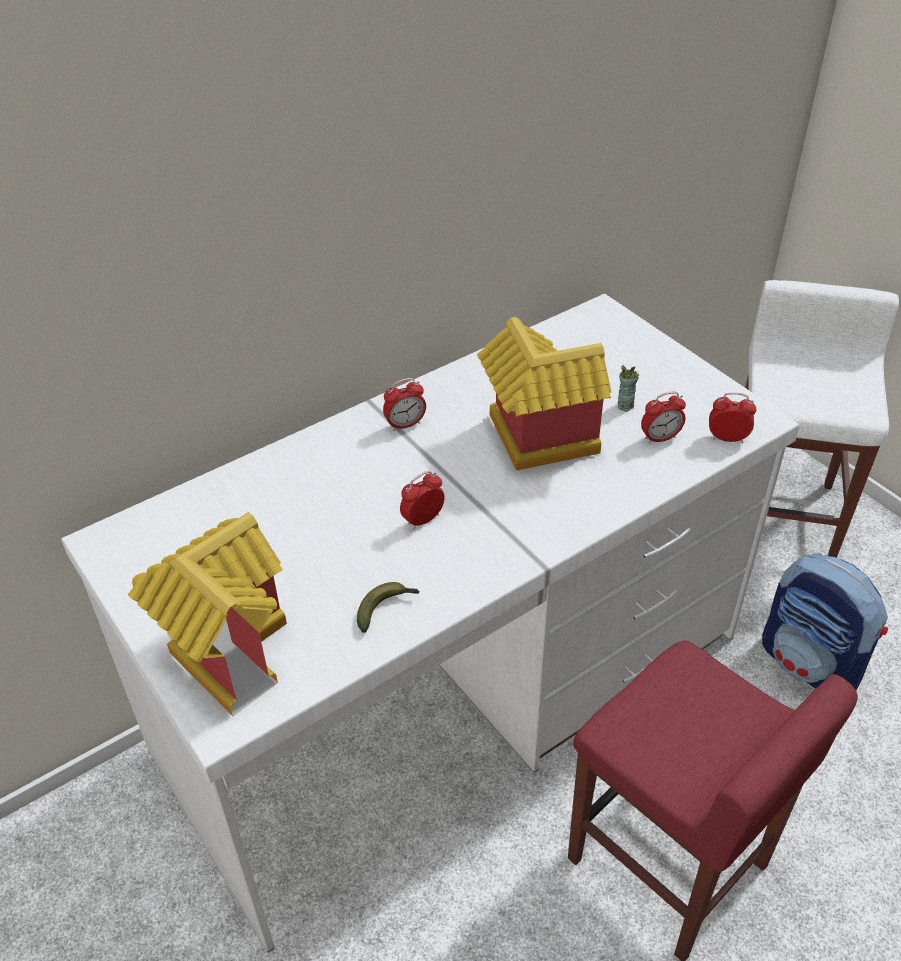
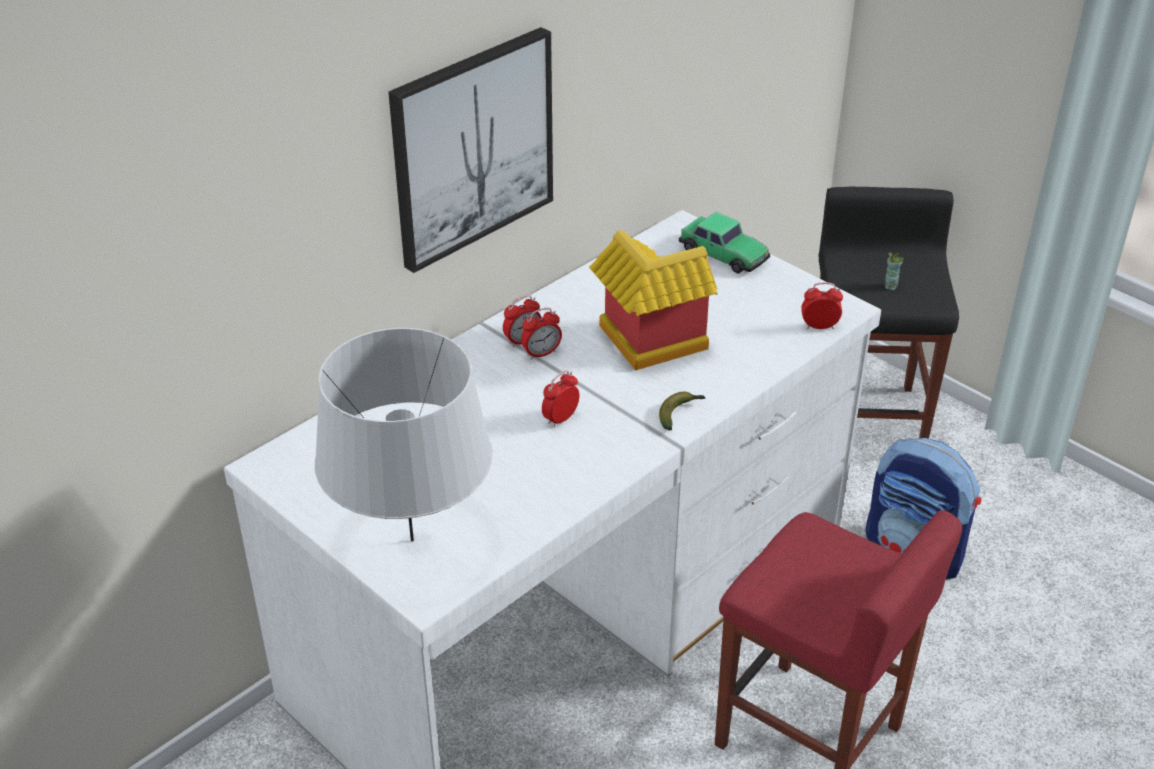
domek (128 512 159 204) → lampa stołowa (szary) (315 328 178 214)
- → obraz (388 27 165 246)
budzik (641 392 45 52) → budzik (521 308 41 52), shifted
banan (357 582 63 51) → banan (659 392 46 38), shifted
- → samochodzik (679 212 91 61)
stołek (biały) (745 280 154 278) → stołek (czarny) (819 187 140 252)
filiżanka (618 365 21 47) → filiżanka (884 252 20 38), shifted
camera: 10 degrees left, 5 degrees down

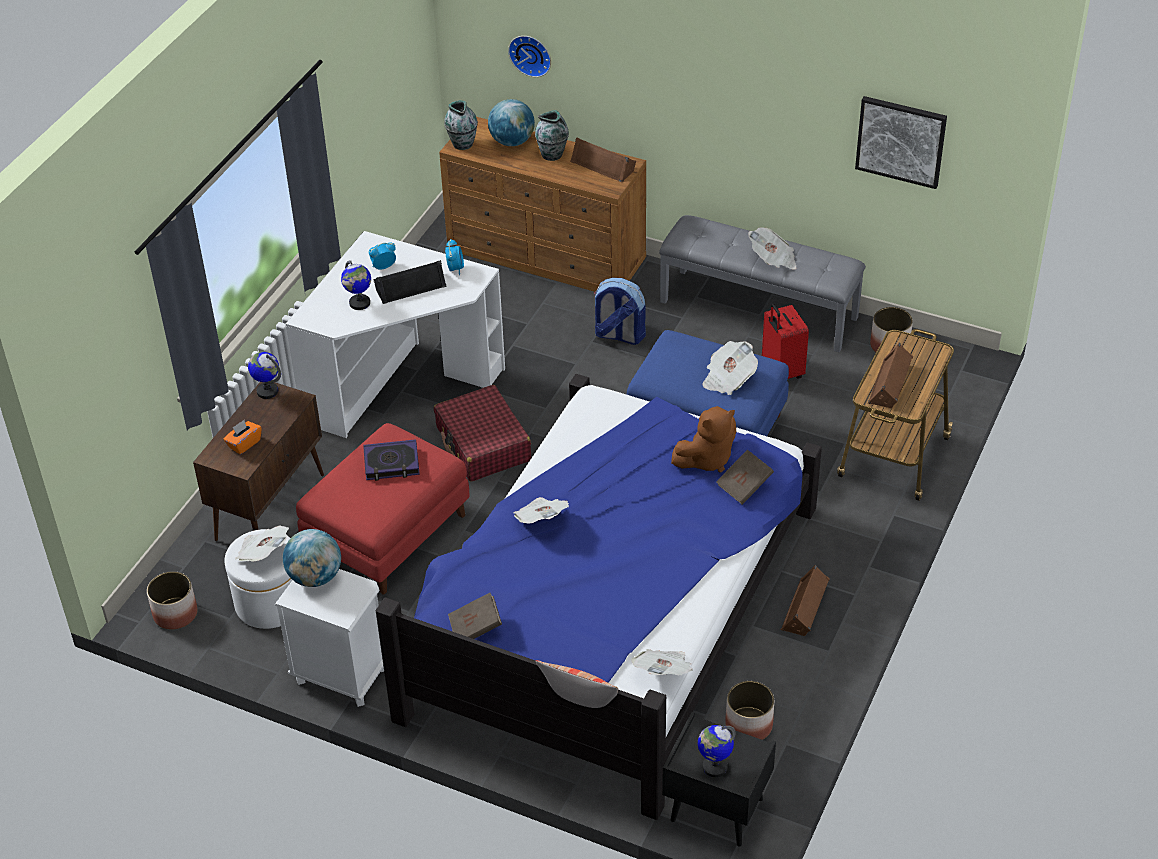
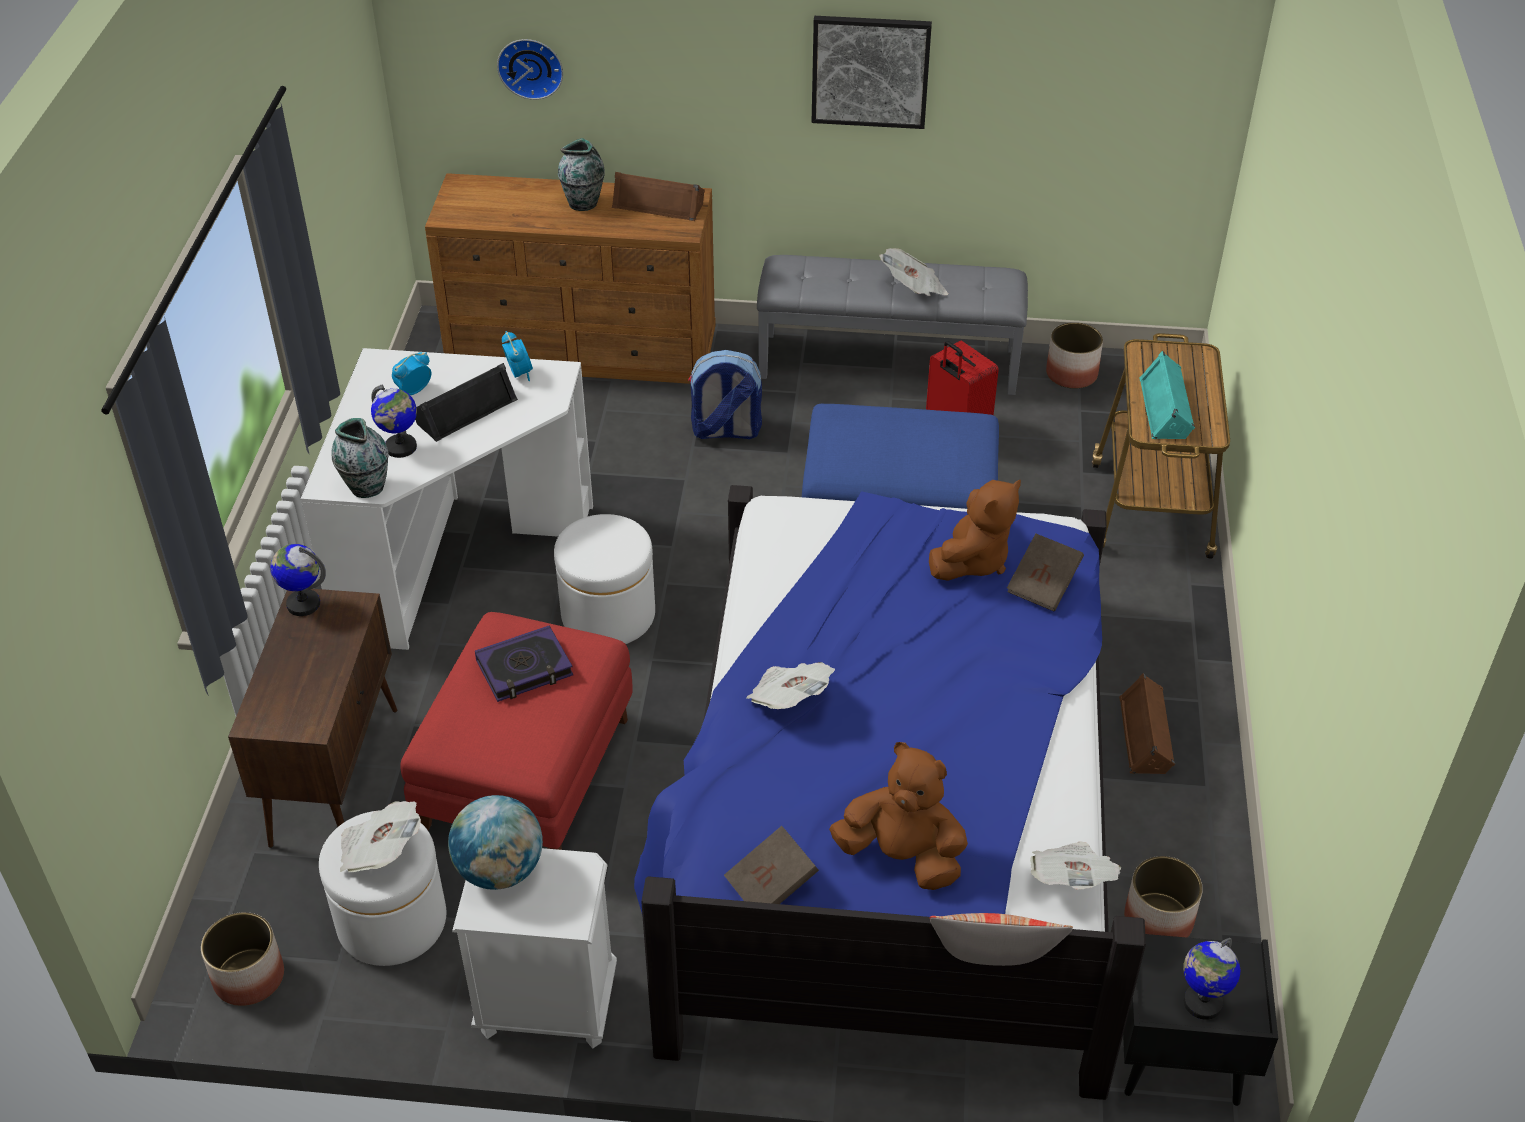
wazon (444 100 34 50) → wazon (331 418 58 80), shifted
walizka (czerwony) (434 385 97 97) → pufa (biały) (554 514 101 130)
obraz (855 96 92 93) → obraz (811 16 121 113), shifted
- → pluszak (brązowy) (829 742 139 148)
głośnik (brązowy) (868 343 45 65) → głośnik (turkusowy) (1139 351 56 88)
pudełko chusteczek (pomarańczowy) (224 420 38 34) → -
globus (488 99 47 47) → -
gazeta (702 341 56 54) → -
camera: 20 degrees left, 0 degrees up

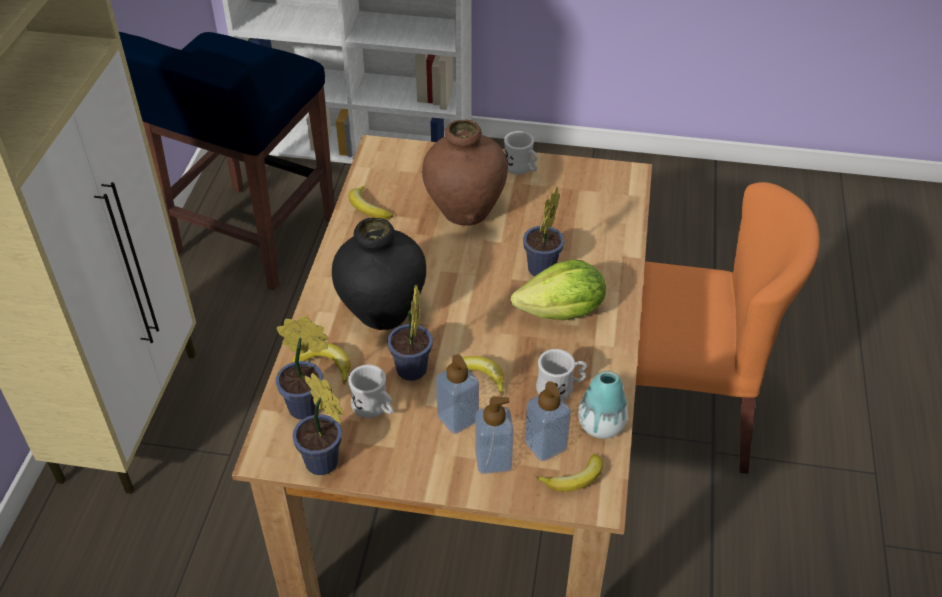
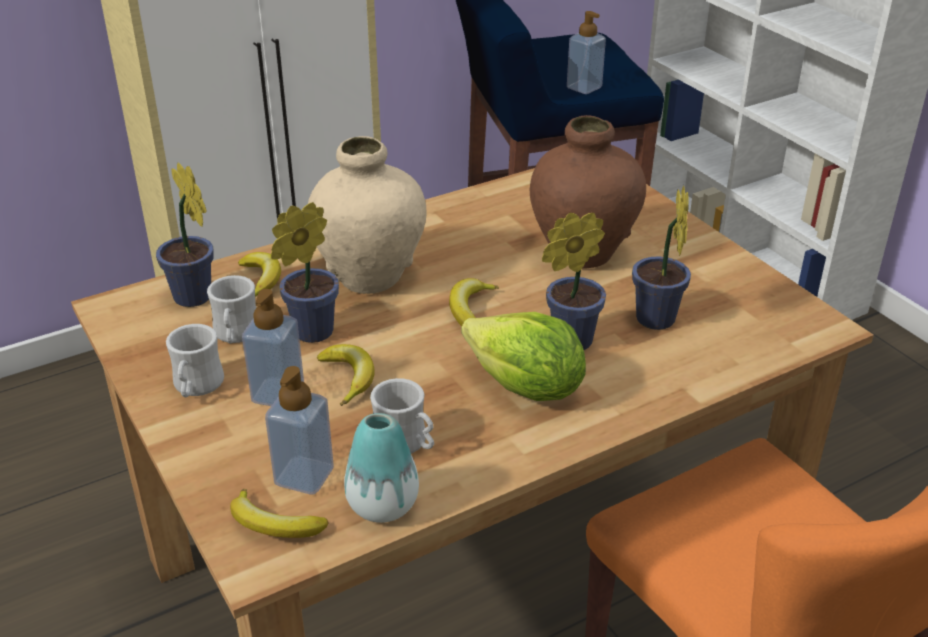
kubek (biały) (504 131 34 44) → kubek (biały) (166 324 58 73), shifted
wazon (czarny) (332 218 94 112) → wazon (beżowy) (308 136 118 158)
banan (349 186 44 33) → banan (449 278 50 48), shifted
dozownik mydła (475 396 39 78) → dozownik mydła (567 11 39 83), shifted
roślina doniczkowa (292 373 52 102) → roślina doniczkowa (632 185 59 145), shifted
camera: 50 degrees right, 10 degrees down

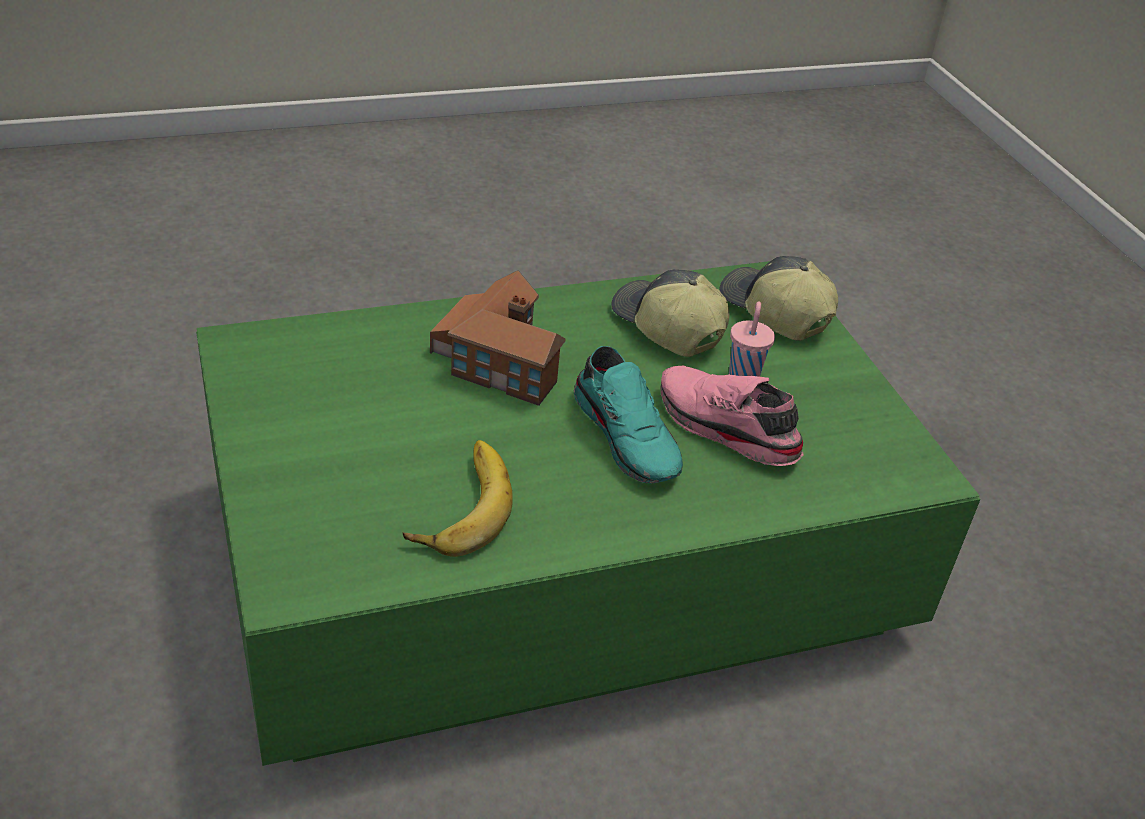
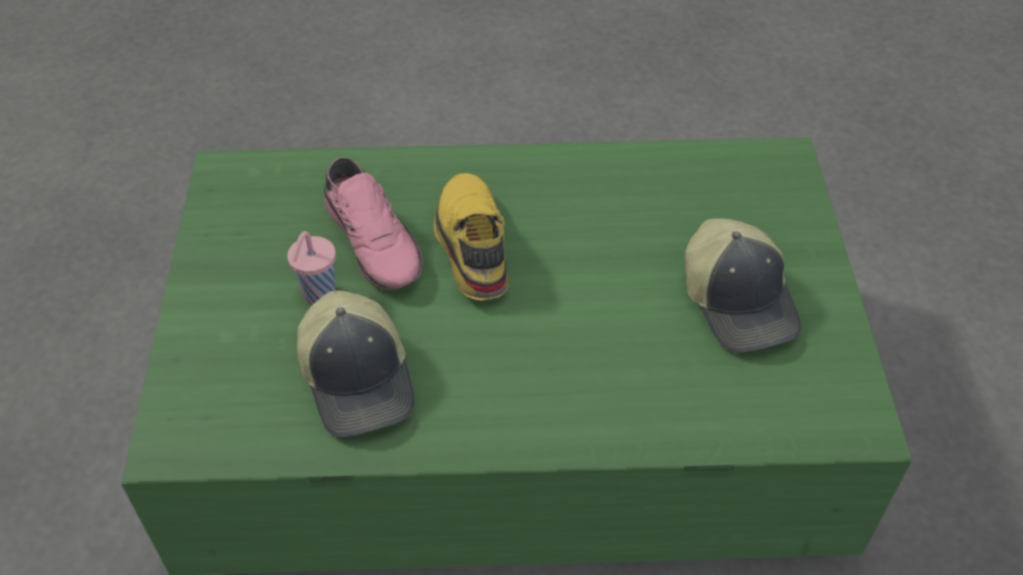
but (turkusowy) (574 346 109 138) → but (żółty) (434 173 75 128)
czapka z daszkiem (719 256 119 85) → czapka z daszkiem (685 218 116 135), shifted
banan (403 440 110 117) → -
domek (430 270 135 136) → -
camera: 160 degrees left, 10 degrees up

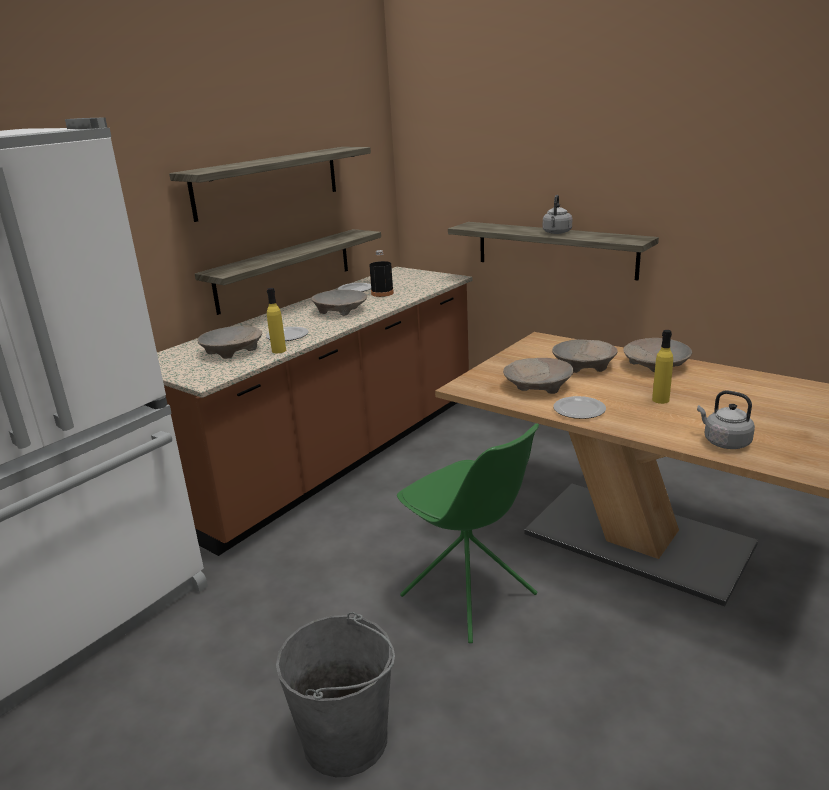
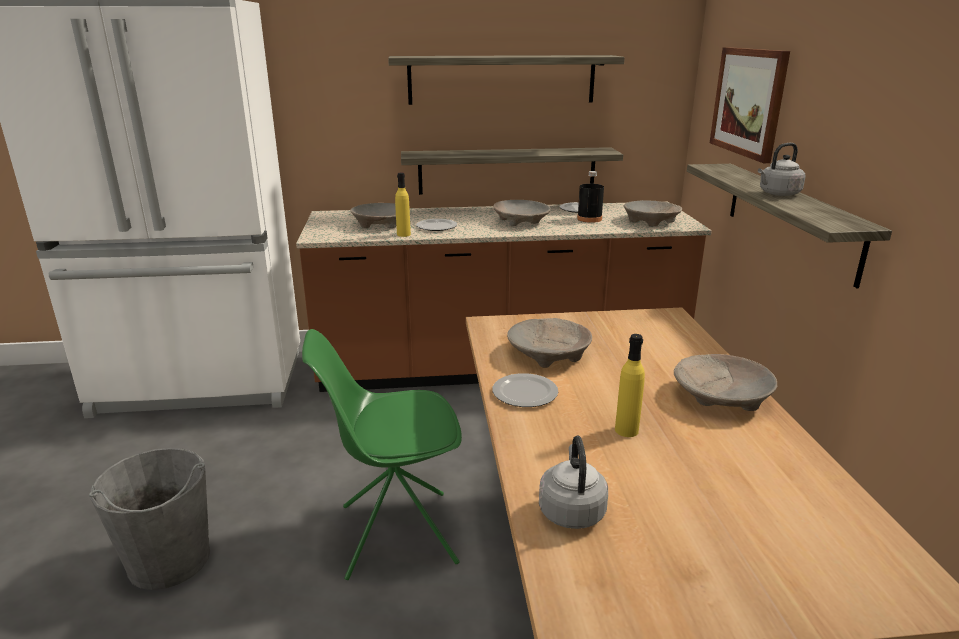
krzesło (zielony) (397 423 142 220) → krzesło (zielony) (302 329 160 251), 75 degrees clockwise
miska (beżowy) (552 339 66 34) → miska (beżowy) (624 200 58 26), shifted
- → obraz (710 47 80 116)
camera: 45 degrees right, 0 degrees up

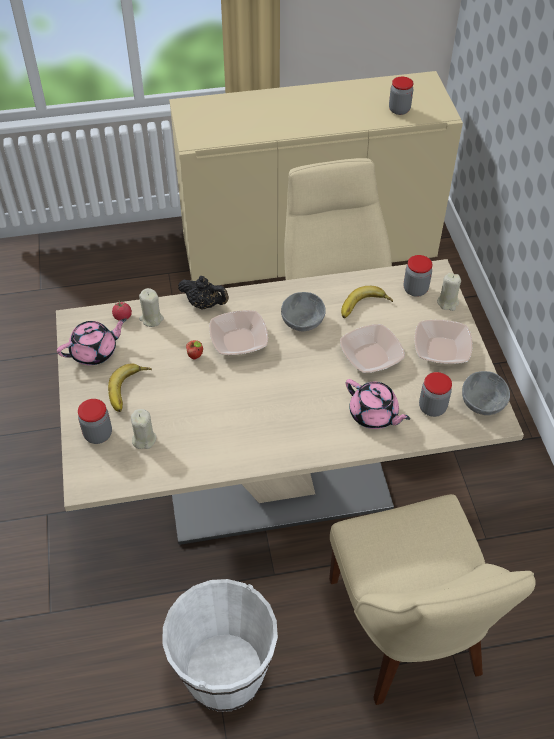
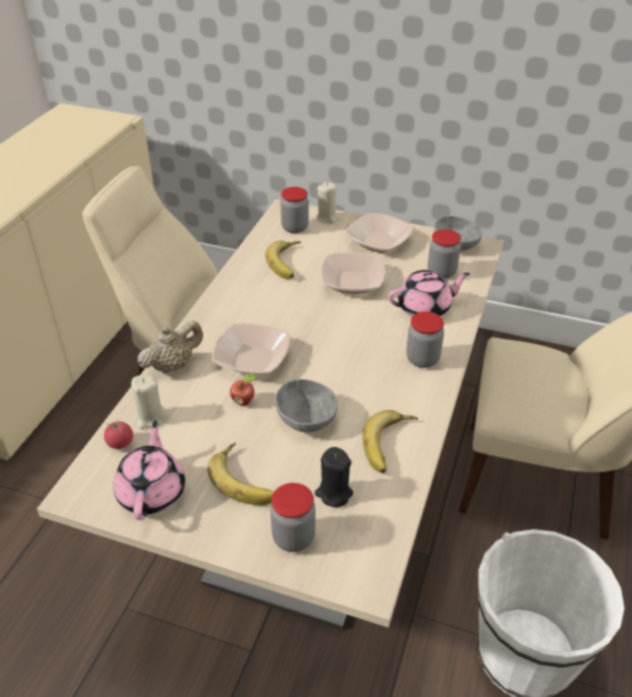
imbryk (czarny) (178 276 51 33) → imbryk (beżowy) (137 321 66 53)
miska (szary) (281 292 45 39) → miska (szary) (275 379 63 53), shifted
świeca (beżowy) (131 409 26 40) → świeca (czarny) (315 447 38 60)
- → banan (363 410 55 63)
słoik (389 77 24 38) → słoik (406 312 38 56), shifted
camera: 60 degrees left, 10 degrees down

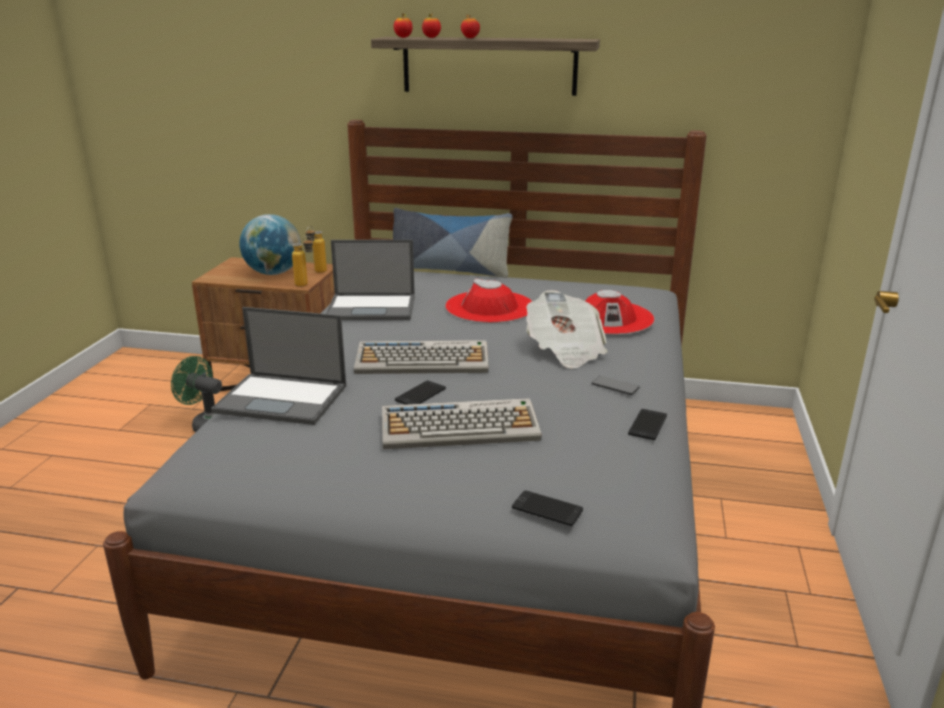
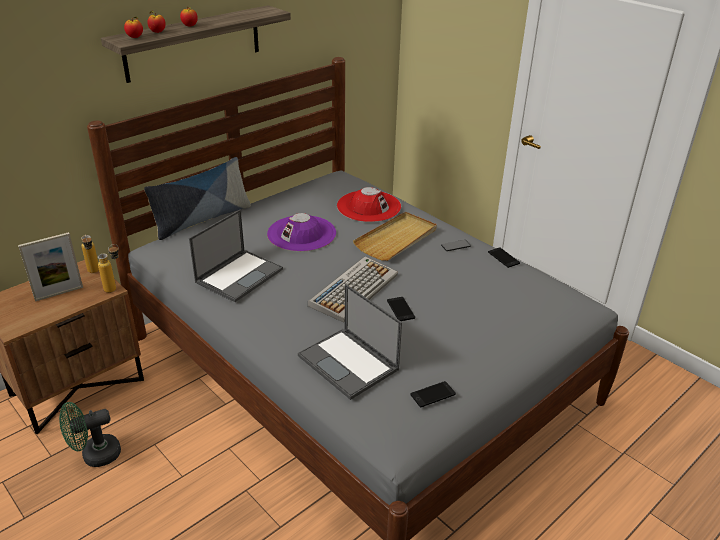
globus (239 214 62 61) → ramka na zdjęcie (18 232 65 69)
kapelusz (czerwony) (445 278 87 45) → kapelusz (fioletowy) (267 213 69 39)
laptop (211 307 135 118) → laptop (298 284 104 116), 90 degrees clockwise
gazeta (526 290 82 79) → taca (beżowy) (353 212 84 49)
telefon (512 490 71 36) → telefon (411 381 45 26), shifted
klawiatura (382 398 160 51) → -
camera: 55 degrees left, 10 degrees up

